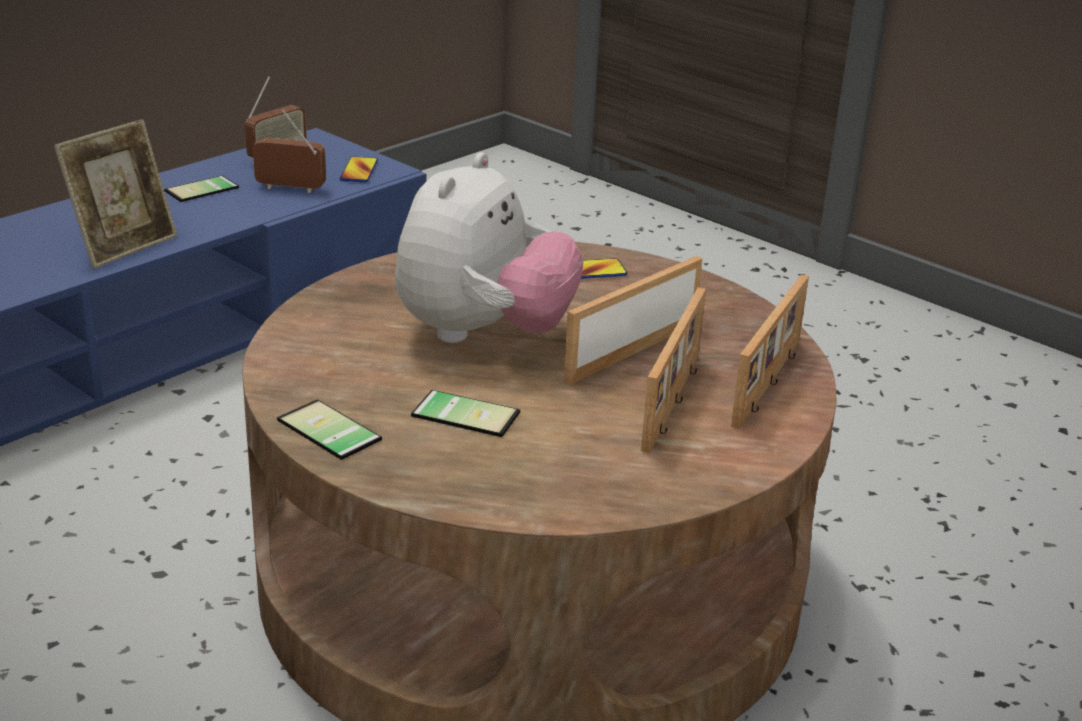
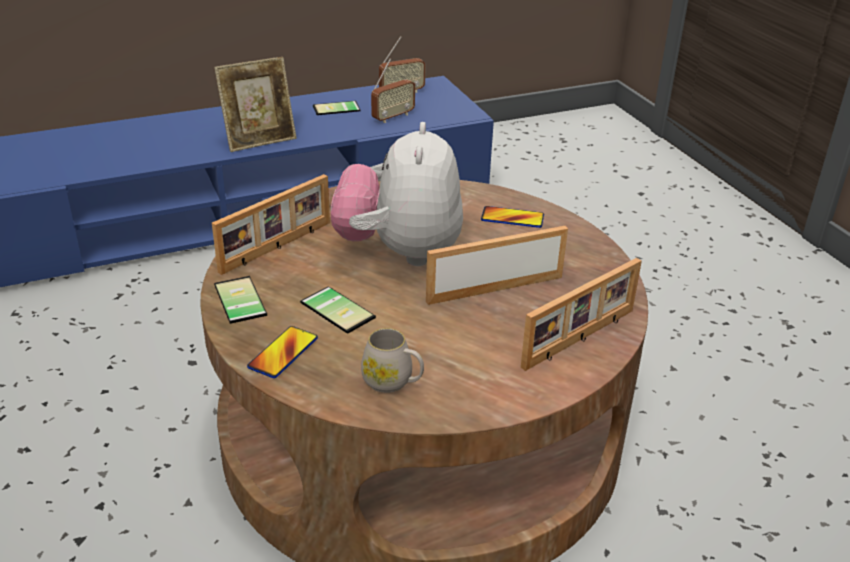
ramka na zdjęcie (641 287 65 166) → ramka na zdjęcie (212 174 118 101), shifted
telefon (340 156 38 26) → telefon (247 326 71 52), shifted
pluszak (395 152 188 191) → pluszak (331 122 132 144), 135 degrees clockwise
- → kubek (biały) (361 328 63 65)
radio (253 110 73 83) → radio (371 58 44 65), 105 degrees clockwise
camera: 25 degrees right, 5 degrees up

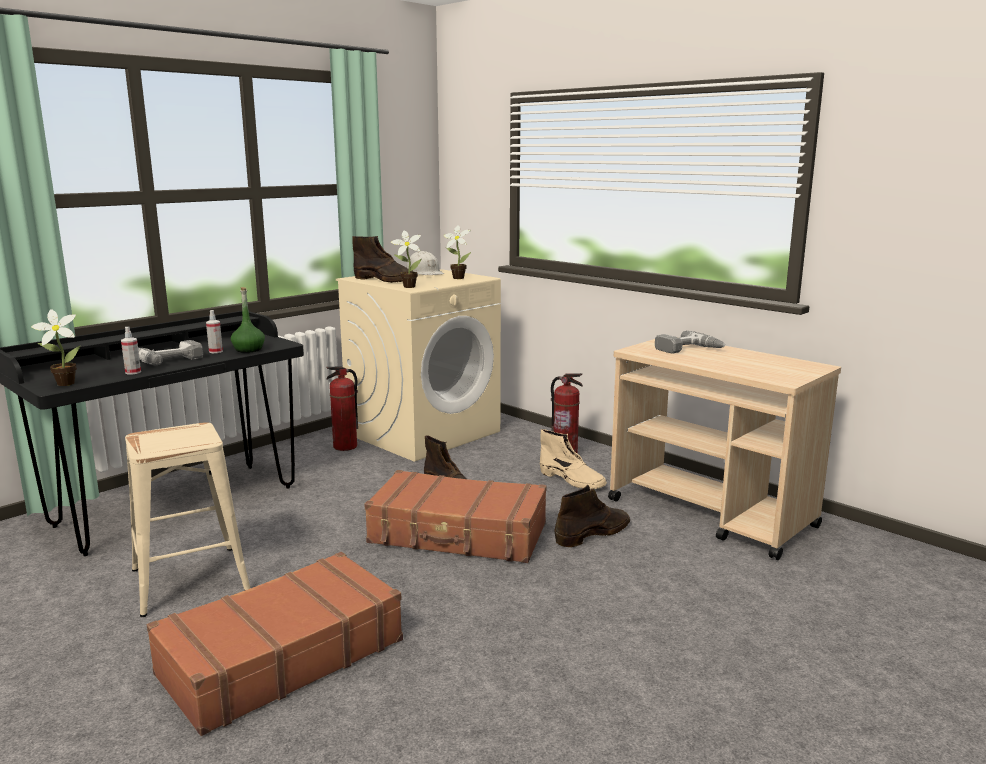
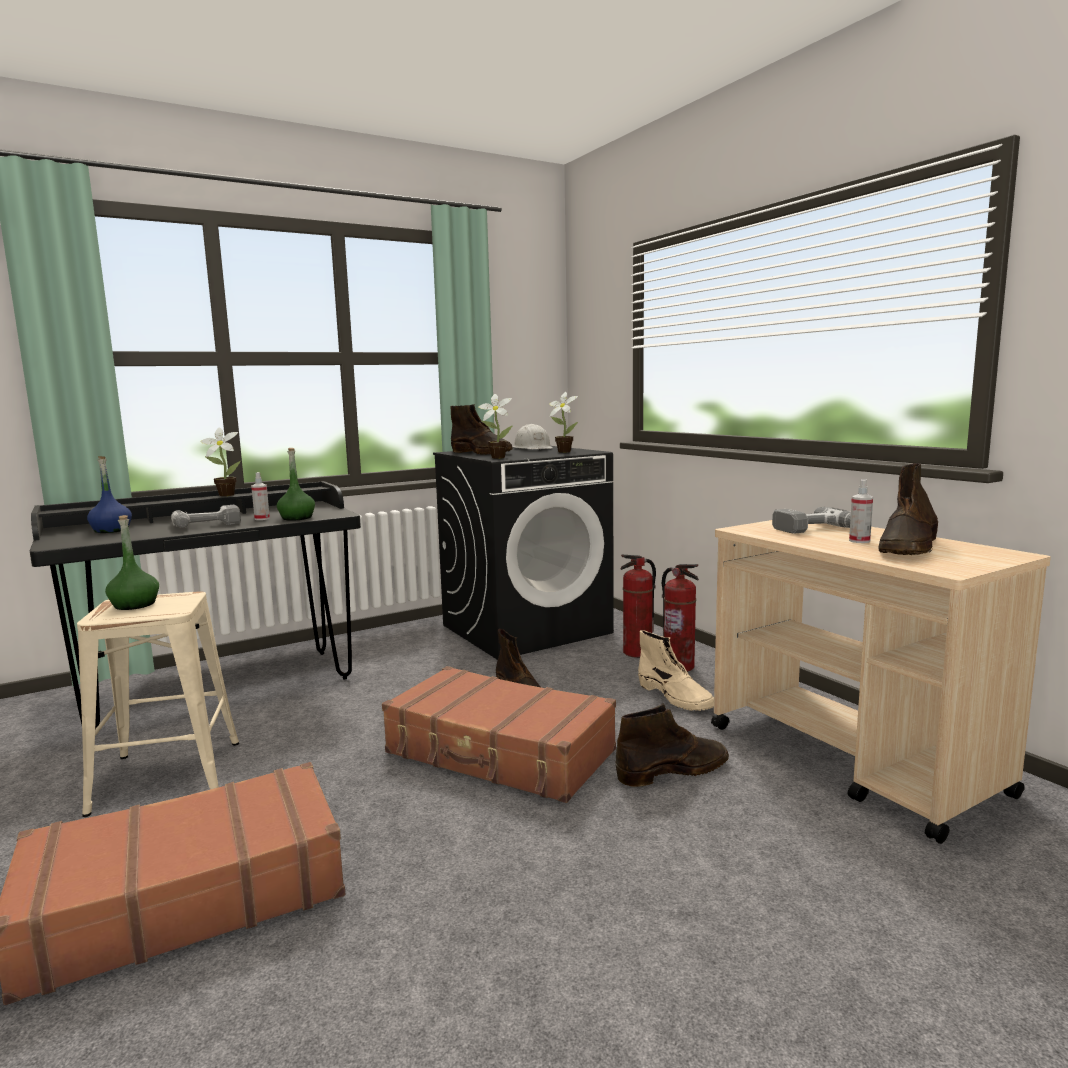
- → butelka (niebieski) (87 456 45 77)
- → butelka (zielony) (105 515 54 95)
roślina doniczkowa (31 309 50 77) → roślina doniczkowa (200 427 41 69), shifted
pralka (beżowy) (336 269 165 193) → pralka (czarny) (433 446 181 214)
gaśnica (326 367 32 84) → gaśnica (620 555 36 103), shifted
spryskiwacz (121 327 20 48) → spryskiwacz (849 480 24 63), shifted
- → but z cholewką (brązowy) (878 463 60 92)
camera: 15 degrees right, 5 degrees down

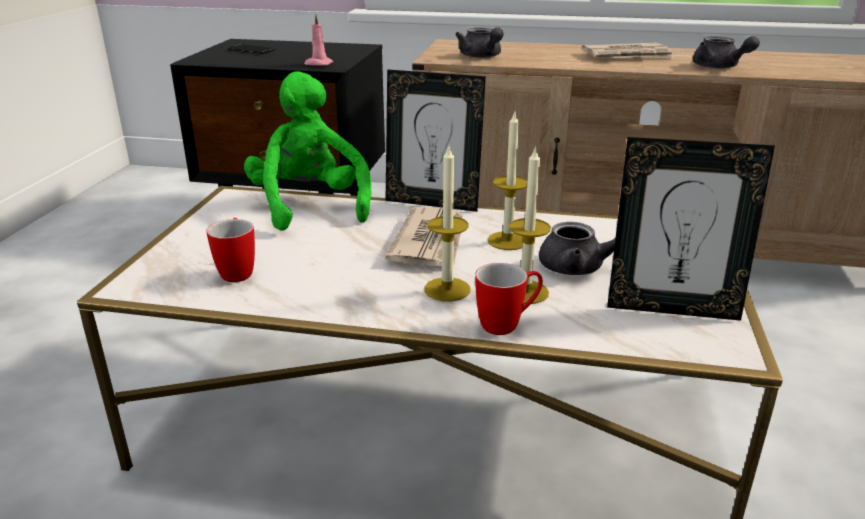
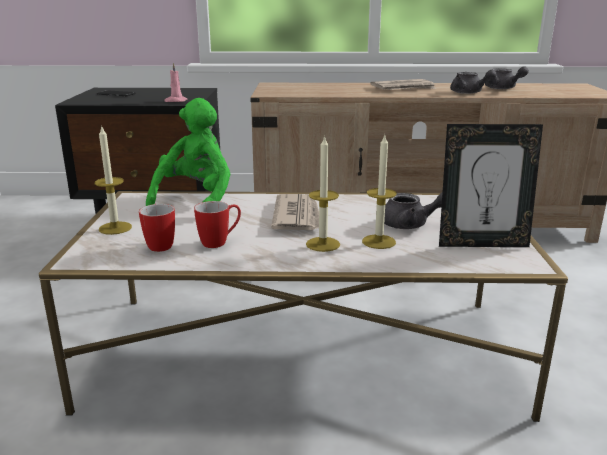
świeca (487 113 41 137) → świeca (94 125 38 110), shifted
pluszak (zielony) (244 71 127 160) → pluszak (zielony) (146 98 85 108), 45 degrees clockwise
kubek (475 263 68 72) → kubek (194 201 47 47), shifted
imbryk (szary) (455 27 49 31) → imbryk (szary) (485 67 44 22), shifted
ramka na zdjęcie (385 69 101 143) → -
camera: 10 degrees left, 5 degrees down

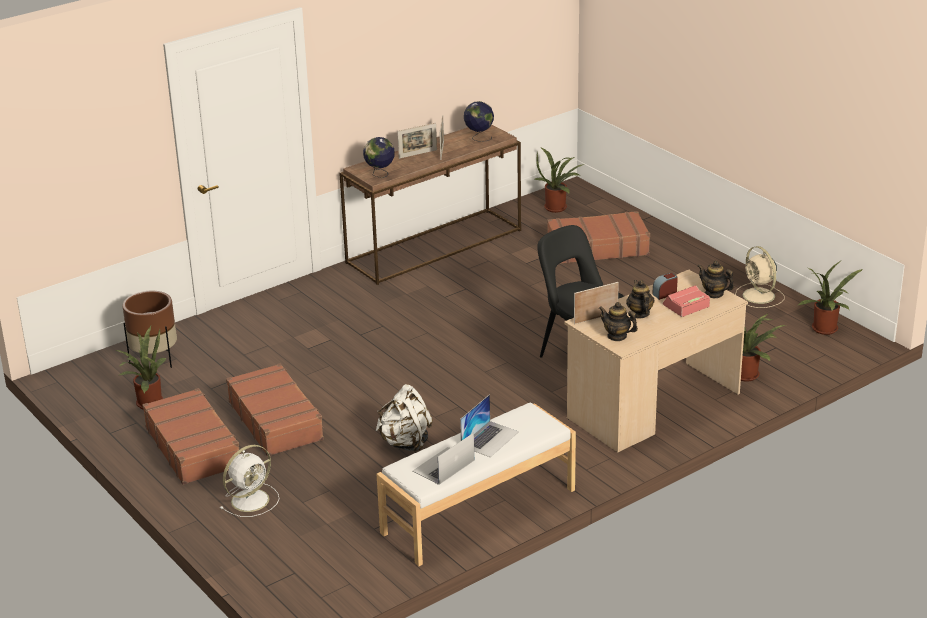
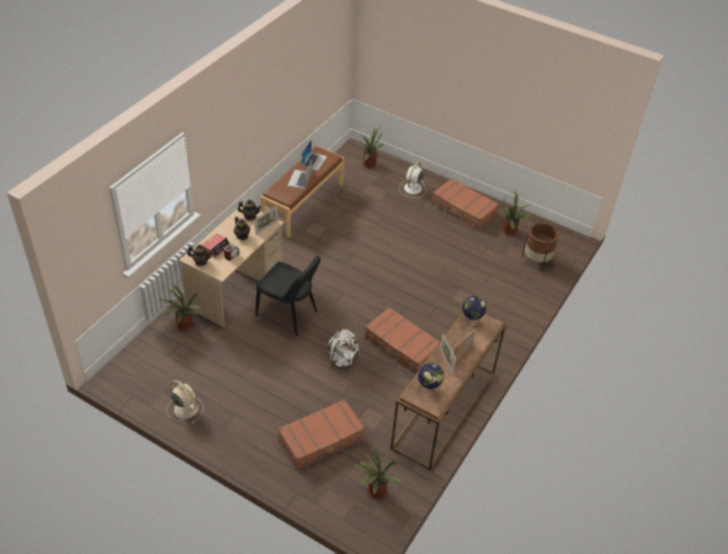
ławka (biały) (377 403 199 163) → ławka (brązowy) (261 146 83 91)
plecak (biały) (376 384 57 68) → plecak (biały) (328 329 31 41), shifted
roślina doniczkowa (797 262 66 73) → roślina doniczkowa (356 127 29 42), shifted
walizka (brązowy) (226 363 98 94) → walizka (brązowy) (365 307 75 67), shifted
camera: 155 degrees right, 15 degrees up

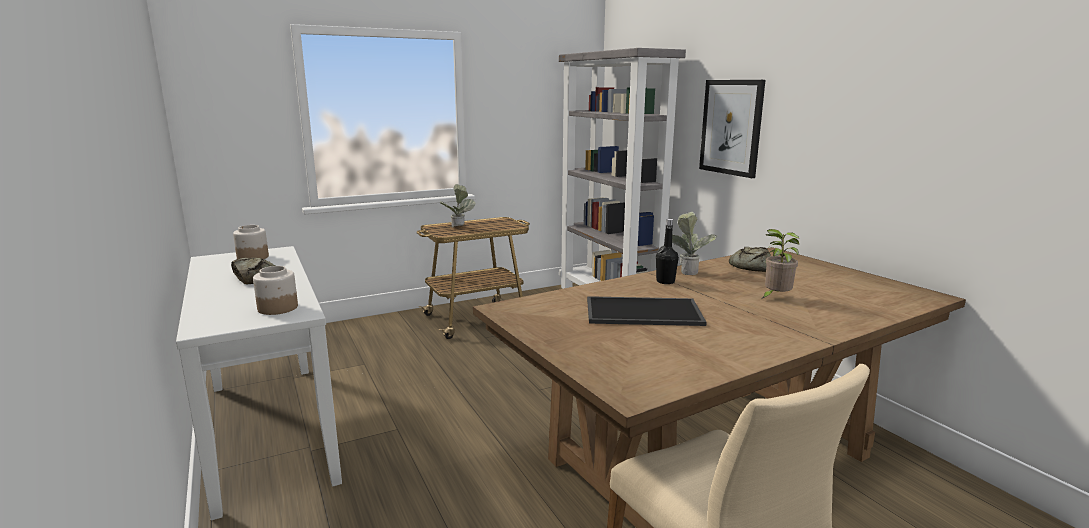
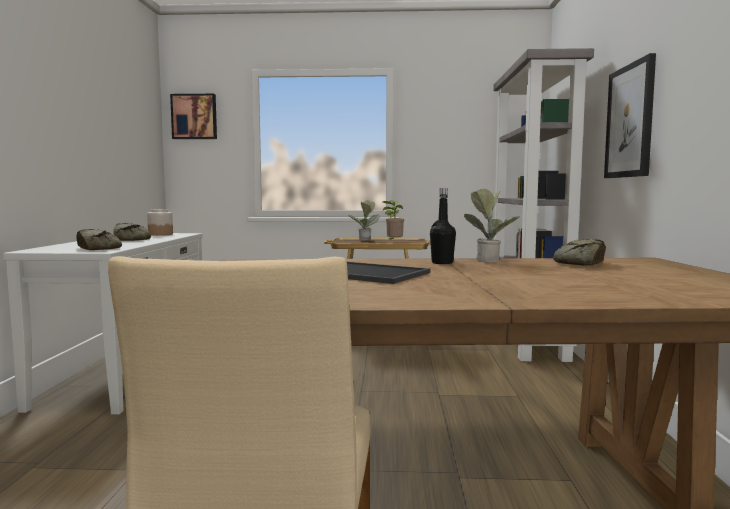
słoik (253 266 45 49) → chleb (77 229 45 21)
- → obraz (170 94 47 45)
roślina doniczkowa (762 229 38 70) → roślina doniczkowa (383 200 21 41), shifted
camera: 30 degrees right, 10 degrees down

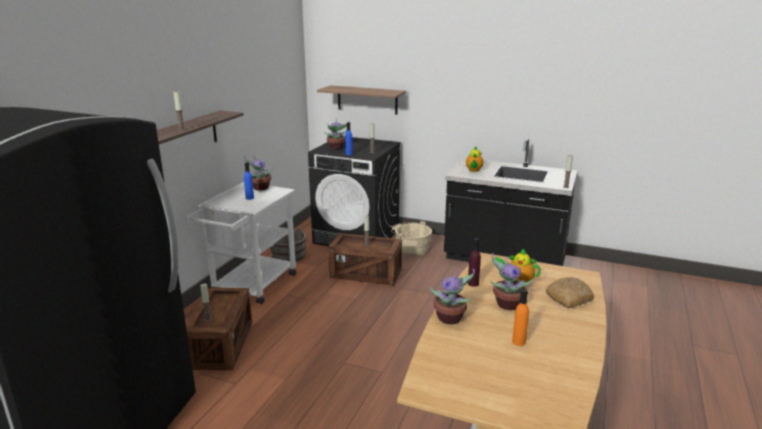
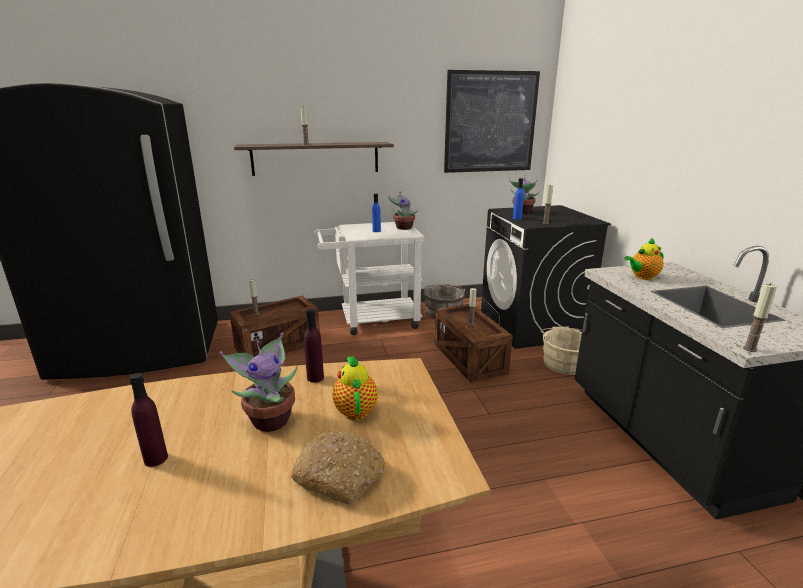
butelka (pomarańczowy) (512 289 17 57) → butelka (fioletowy) (129 373 39 94)
- → obraz (444 70 96 103)
półka (317 85 89 30) → -
roślina doniczkowa (430 269 45 55) → -
camera: 55 degrees right, 0 degrees up

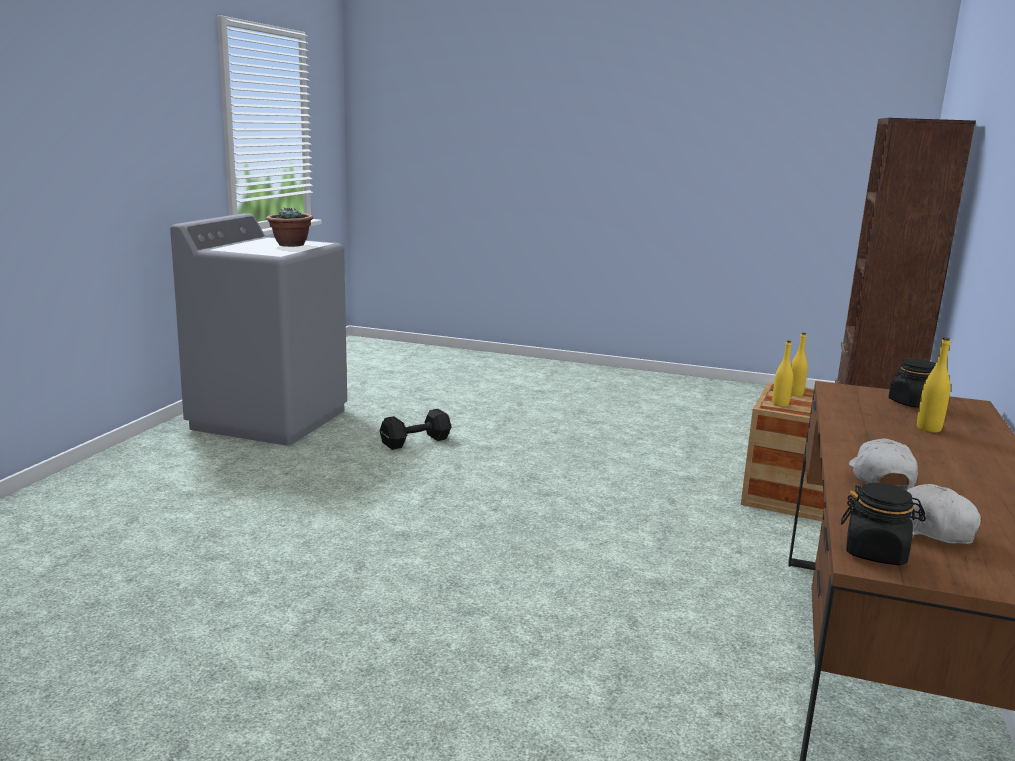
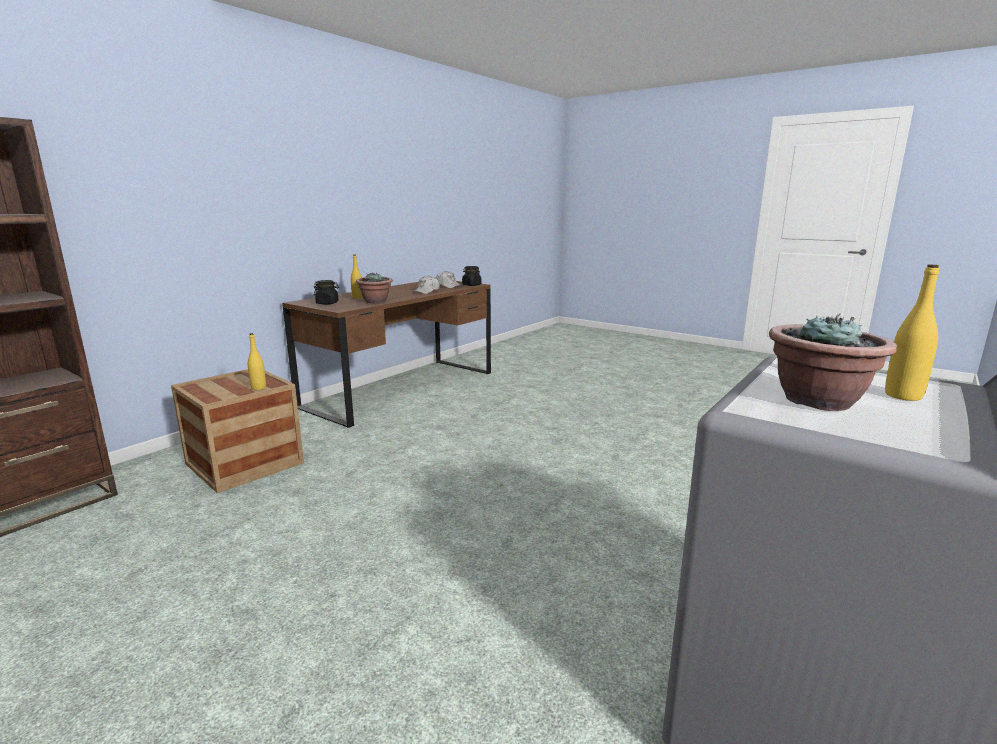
- → roślina doniczkowa (356 273 37 30)
butelka (żółty) (791 333 17 63) → butelka (żółty) (885 264 54 137), shifted
hantel (czarny) (380 409 71 41) → -
camera: 160 degrees left, 0 degrees up

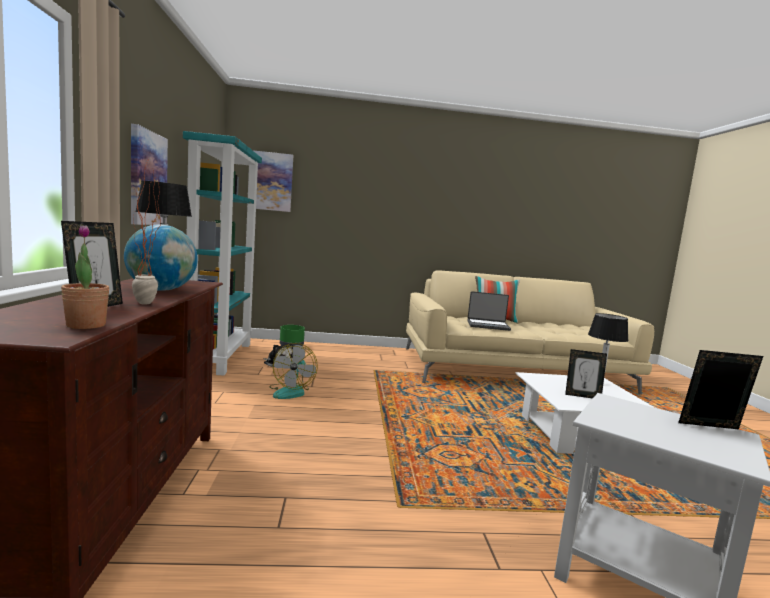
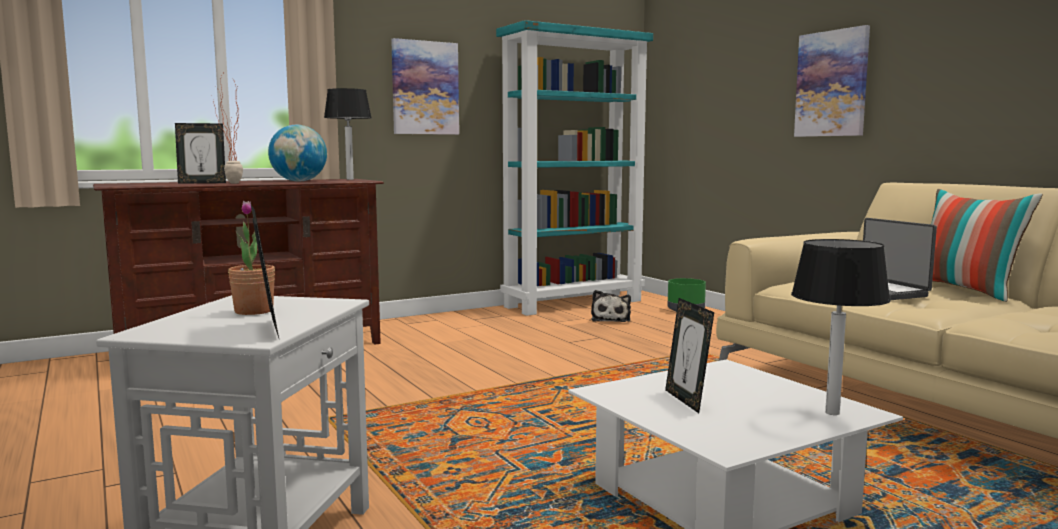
roślina doniczkowa (61 225 48 104) → roślina doniczkowa (228 201 47 114), shifted
obraz (248 150 45 62) → obraz (794 25 76 112), shifted
wentylator (269 343 49 56) → -
camera: 65 degrees right, 0 degrees up

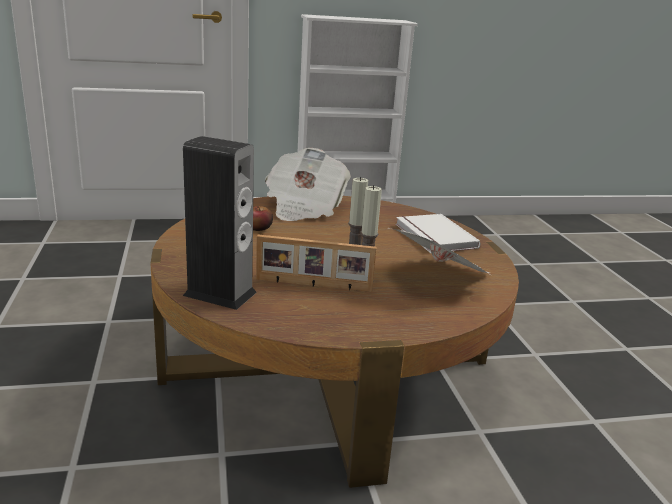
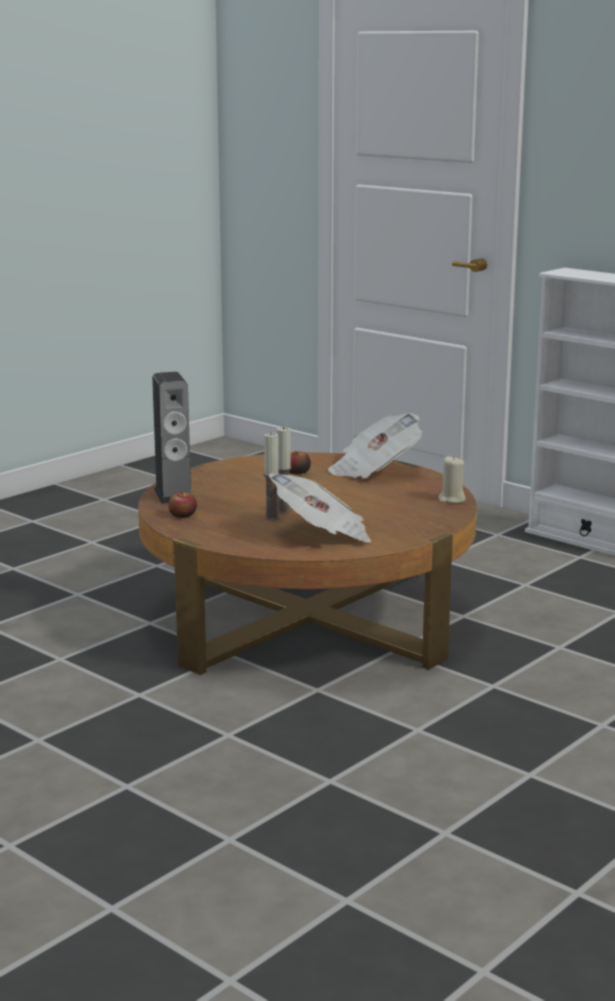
- → jabłko (168 492 29 26)
- → świeca (beżowy) (438 456 28 47)
ramka na zdjęcie (256 235 120 57) → -
książka (biały) (396 214 85 39) → -
camera: 55 degrees right, 5 degrees down

